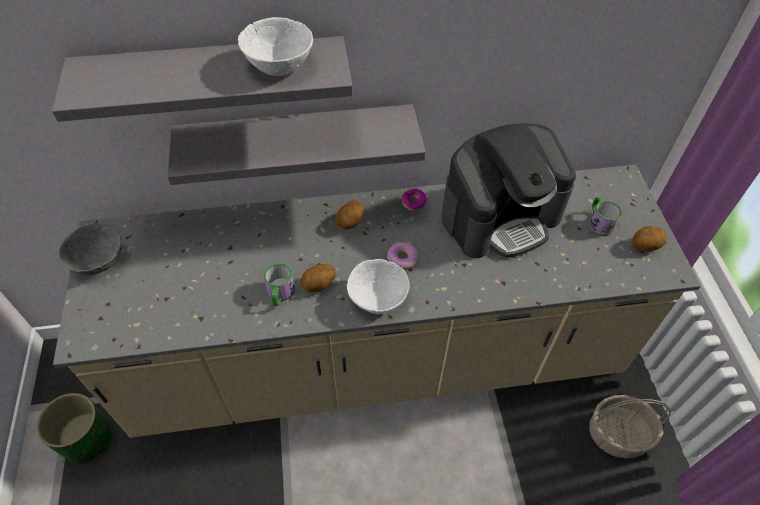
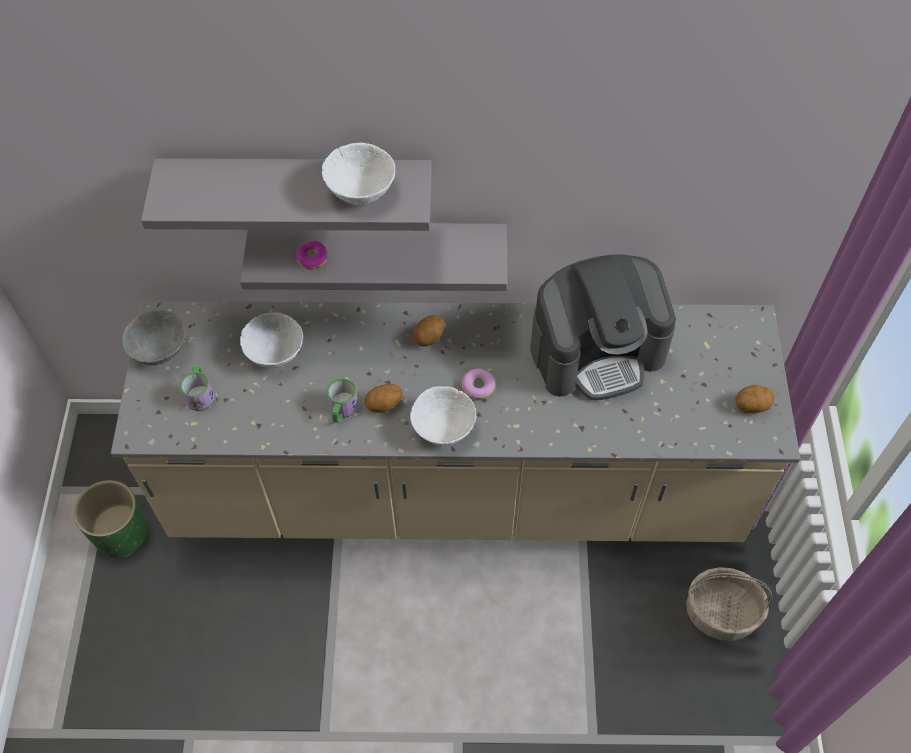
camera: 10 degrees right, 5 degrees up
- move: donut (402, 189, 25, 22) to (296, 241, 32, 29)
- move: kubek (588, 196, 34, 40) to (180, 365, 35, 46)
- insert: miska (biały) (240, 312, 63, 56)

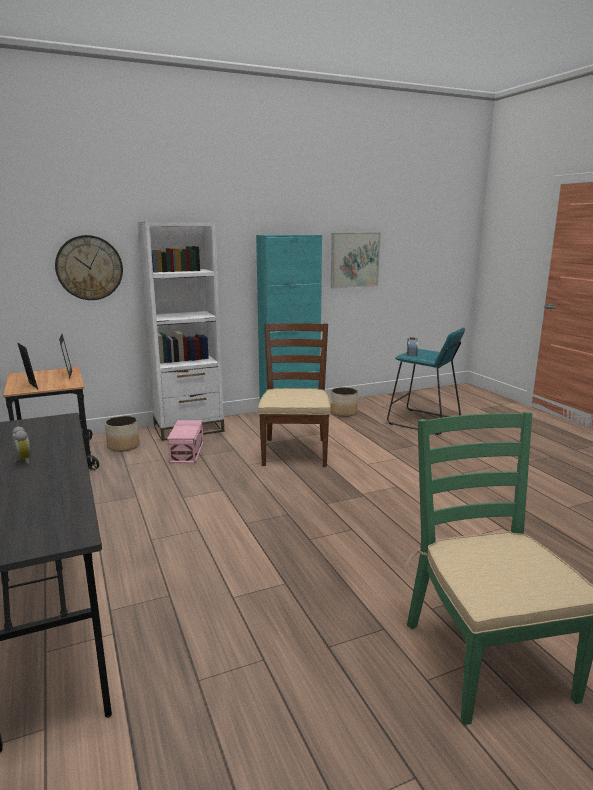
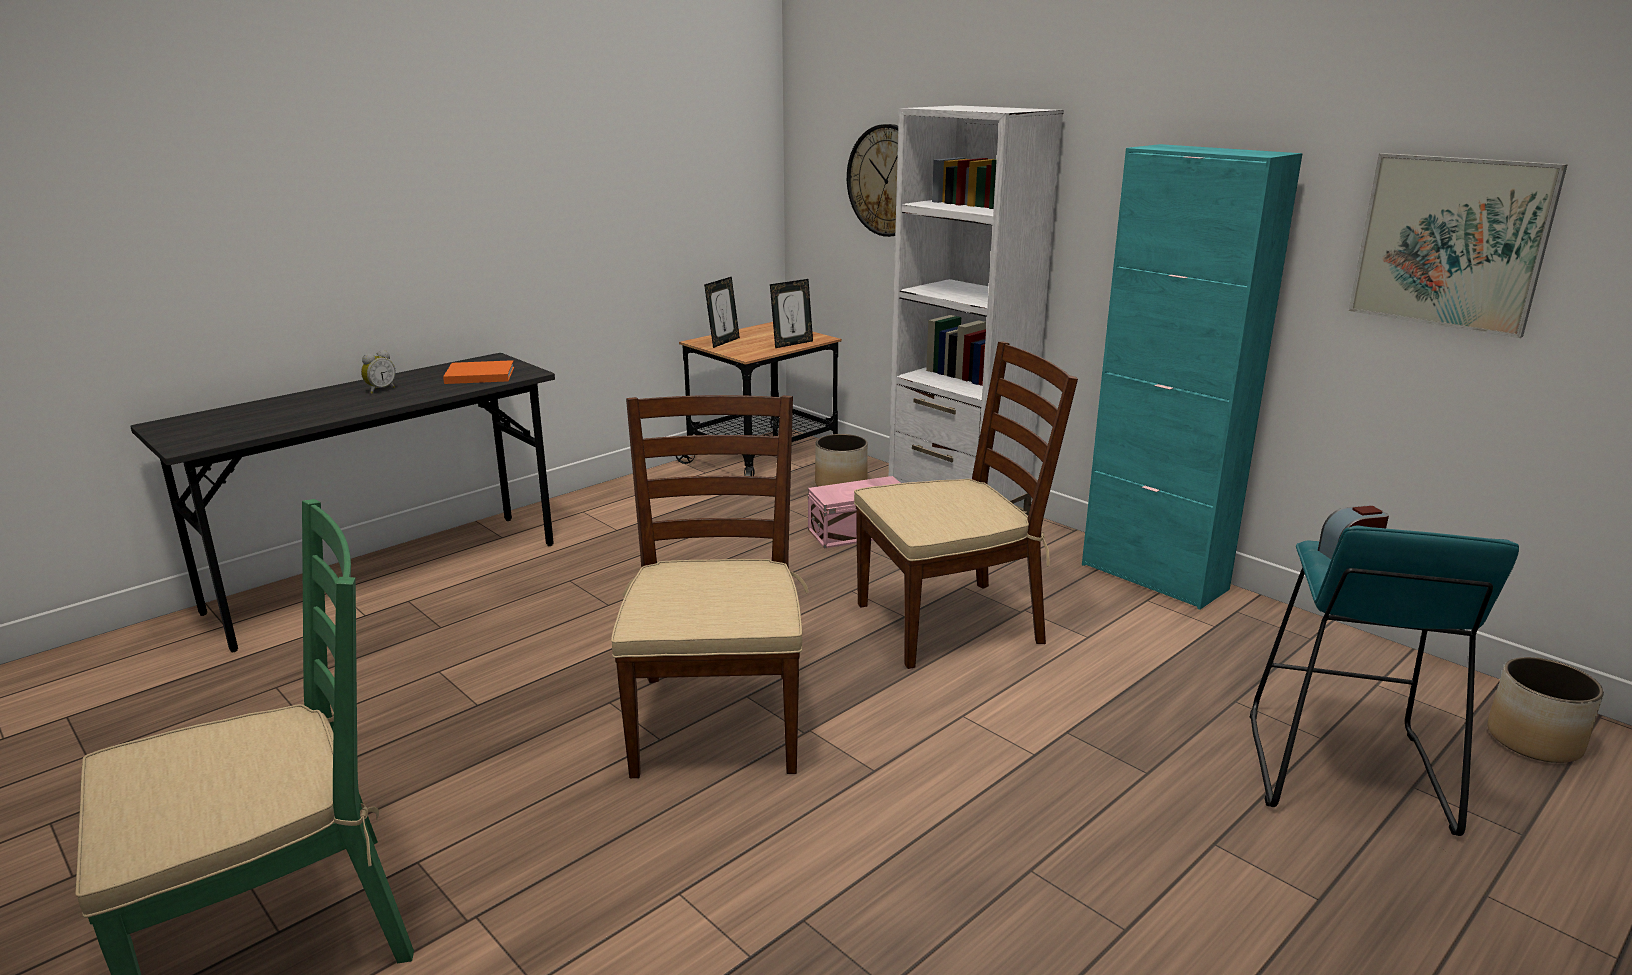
camera: 70 degrees right, 5 degrees up
- move: donica (331, 387, 27, 30) to (1487, 657, 117, 106)
- insert: książka (pomarańczowy) (443, 360, 71, 24)
- insert: krzesło (brązowy) (611, 395, 198, 383)

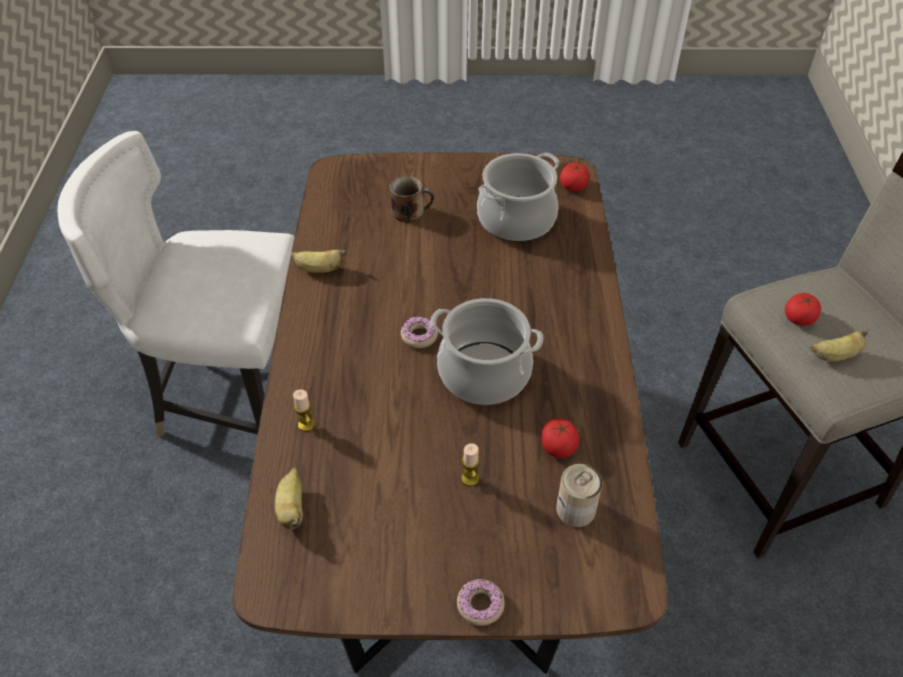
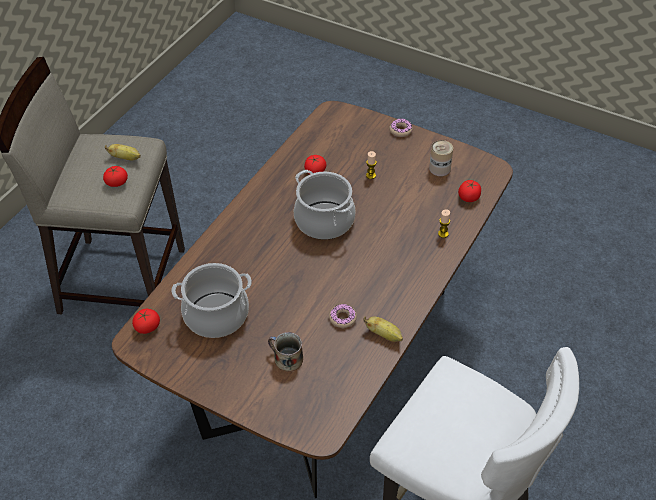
camera: 150 degrees left, 0 degrees up
- replace: banan (275, 468, 28, 61) to pomidor (458, 180, 23, 22)
- move: donut (401, 316, 37, 32) to (329, 304, 28, 24)
- move: puszka (556, 464, 46, 63) to (429, 140, 24, 36)

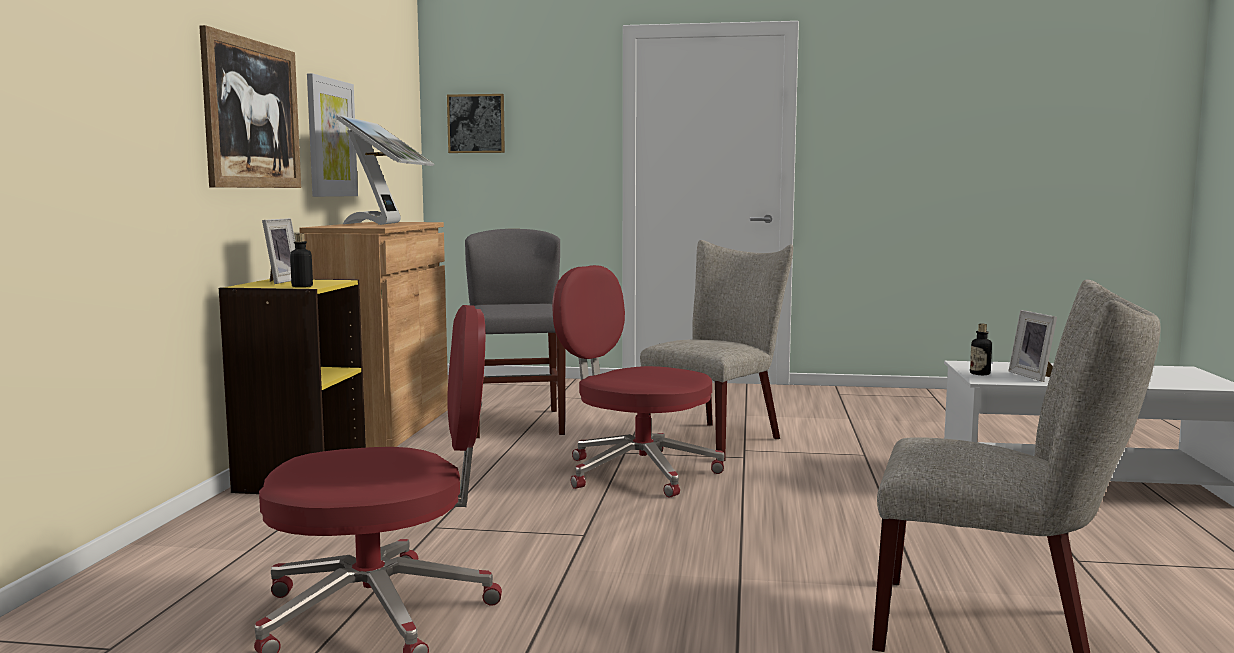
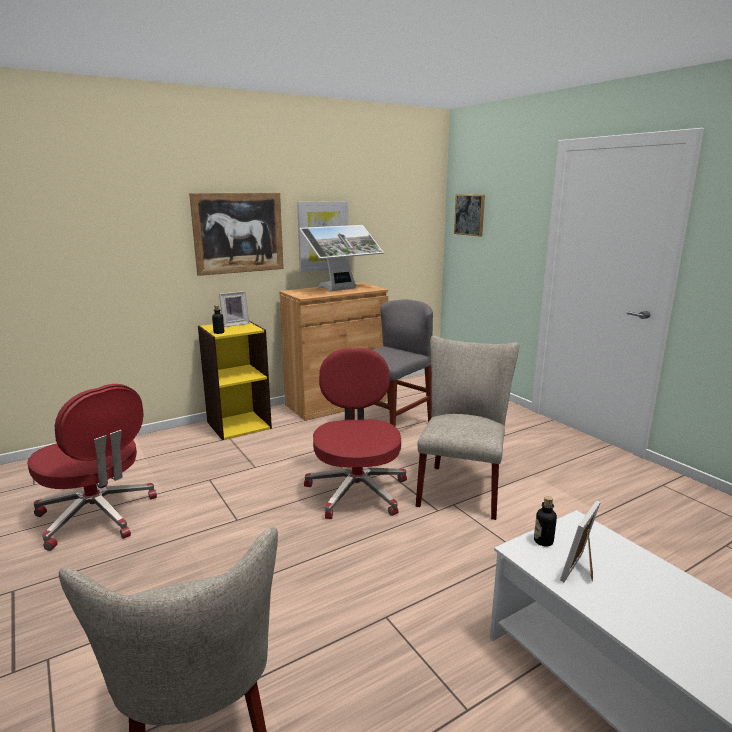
camera: 50 degrees right, 10 degrees up
- rotate: krzesło (beżowy) (640, 240, 153, 221) = (416, 336, 103, 184) 75 degrees counterclockwise

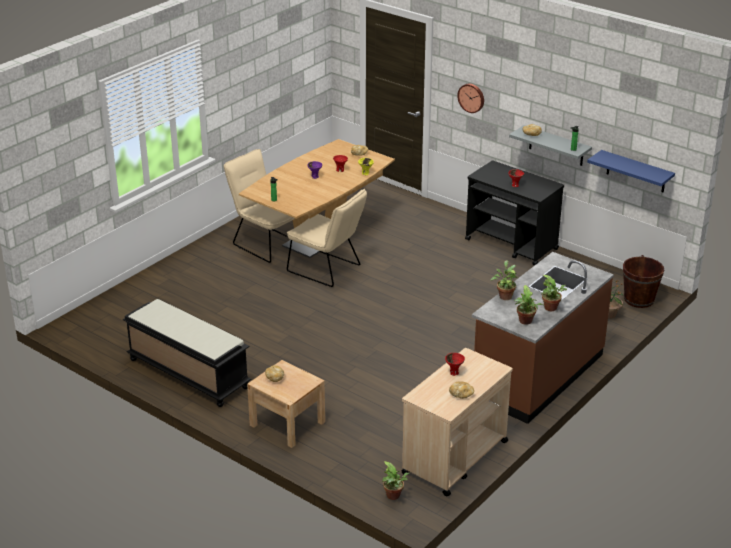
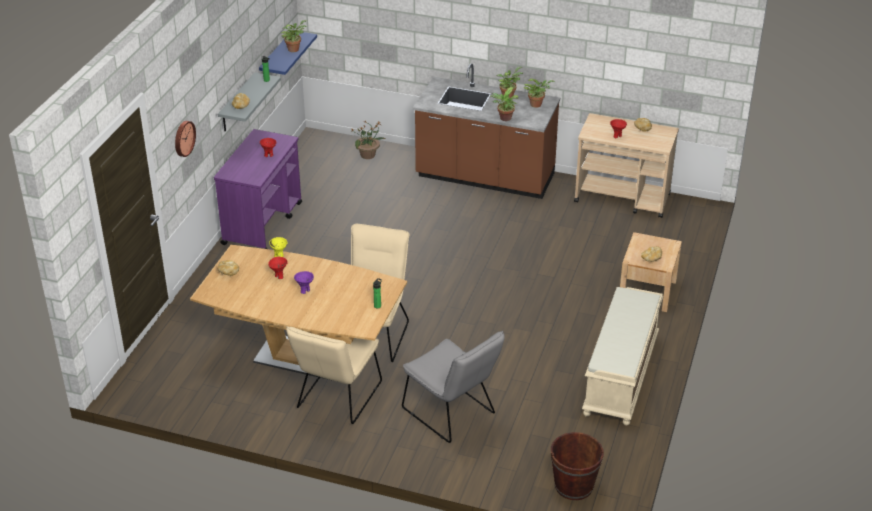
camera: 110 degrees left, 5 degrees up
- recolor: ławka (czarny) (123, 299, 128, 108) to ławka (beżowy) (582, 287, 81, 138)
- move: roślina doniczkowa (382, 461, 28, 39) to (281, 20, 26, 32)
- recolor: wózek (czarny) (465, 161, 99, 104) to wózek (fioletowy) (214, 129, 88, 120)
- move: wiadro (brązowy) (623, 255, 41, 53) to (551, 432, 53, 68)
- insert: krzesło (szary) (402, 331, 103, 112)

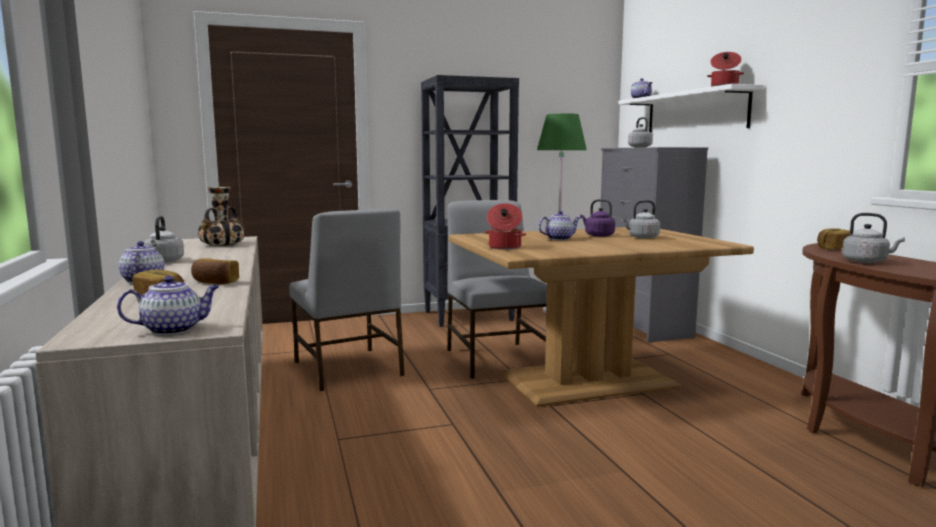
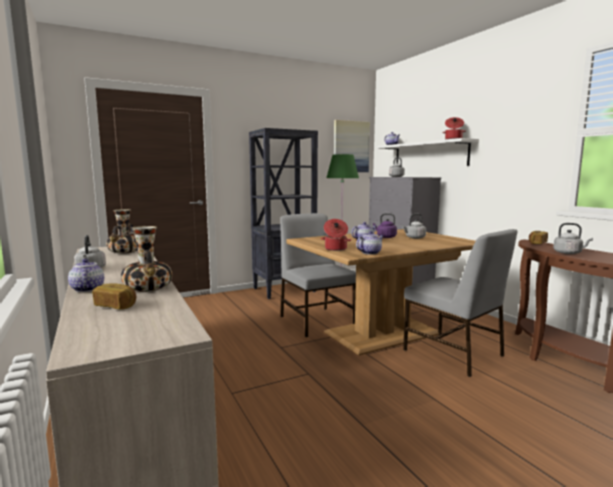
camera: 10 degrees left, 0 degrees up
- move: imbryk (117, 276, 102, 59) to (356, 231, 28, 24)
- replace: chleb (191, 258, 48, 26) to wazon (121, 226, 51, 66)
- move: krzesło (szary) (289, 209, 116, 182) to (403, 229, 115, 148)
- insert: obraz (334, 120, 36, 52)

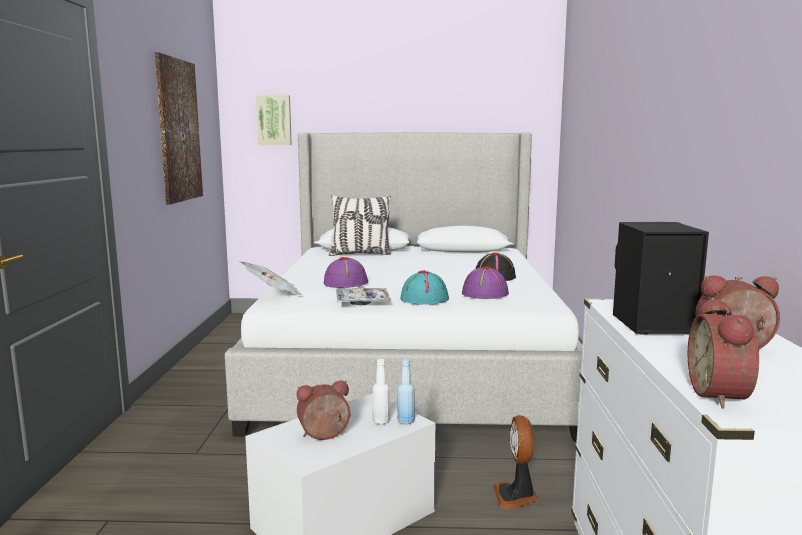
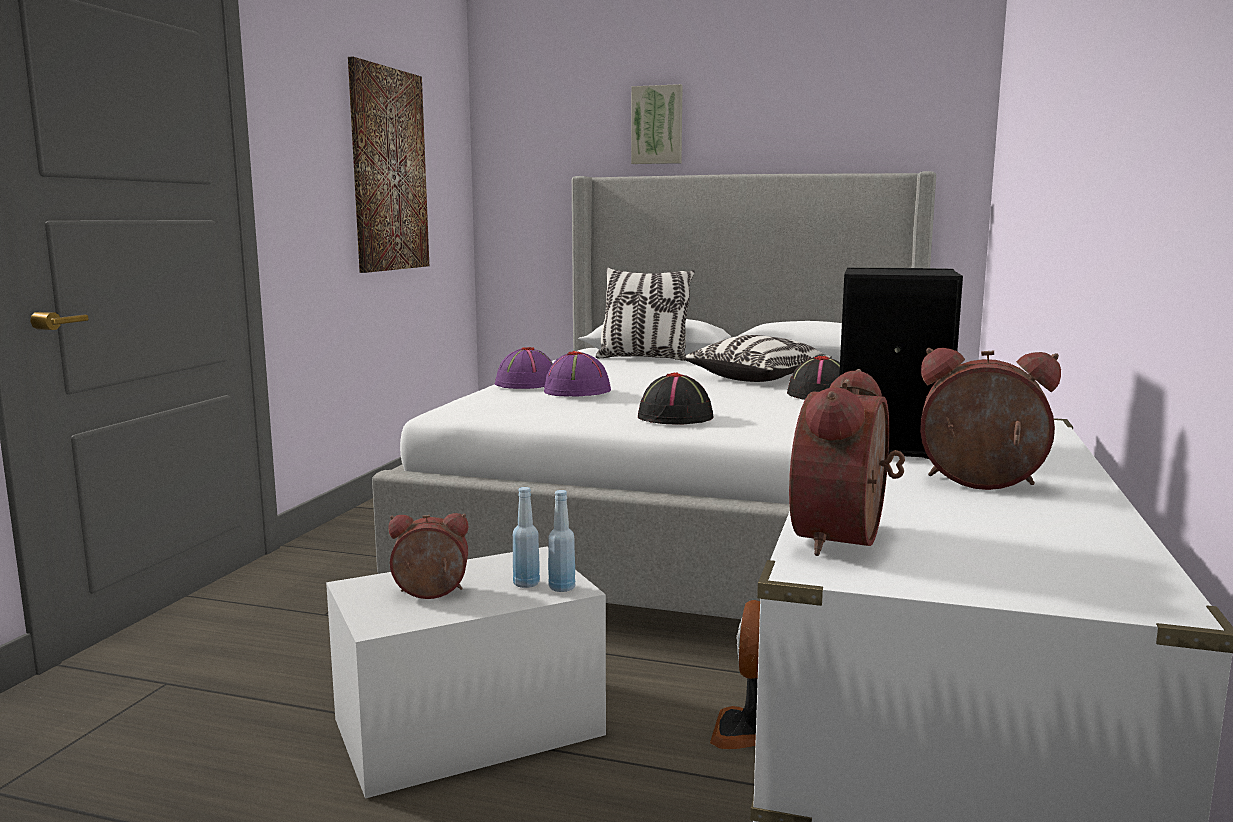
camera: 15 degrees right, 0 degrees up
- delete: gazeta (239, 261, 63, 34)
- move: obraz (256, 95, 36, 50) to (631, 84, 52, 80)
- delete: taca (336, 288, 55, 17)
- recolor: butelka (biały) (372, 359, 18, 65) to butelka (niebieski) (513, 487, 27, 101)
- recolor: kapelusz (turkusowy) (401, 270, 48, 35) to kapelusz (czarny) (638, 372, 76, 53)
- move: kapelusz (fioletowy) (462, 266, 47, 33) to (495, 347, 58, 42)
- insert: poduszka (683, 335, 149, 47)

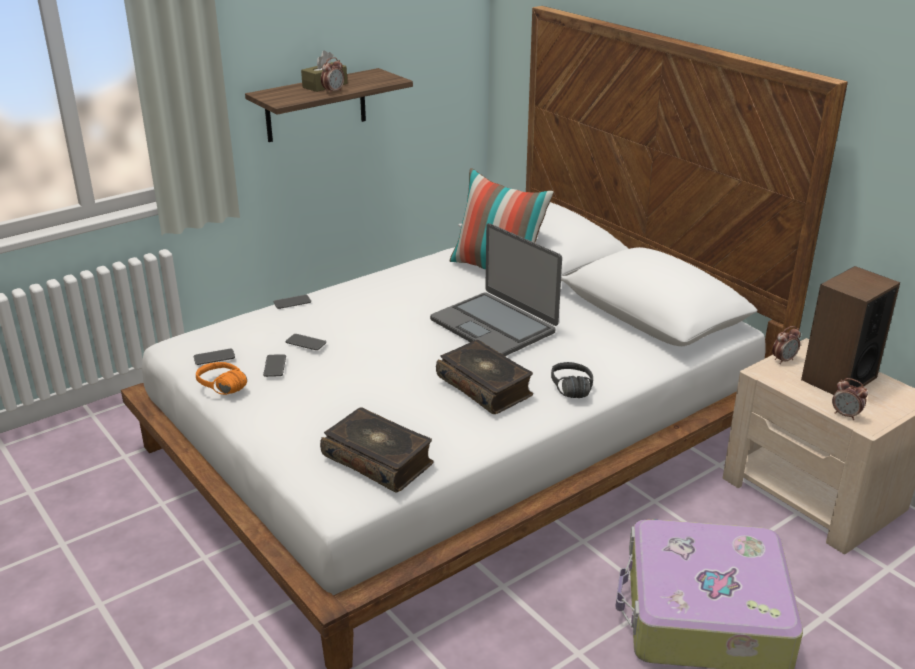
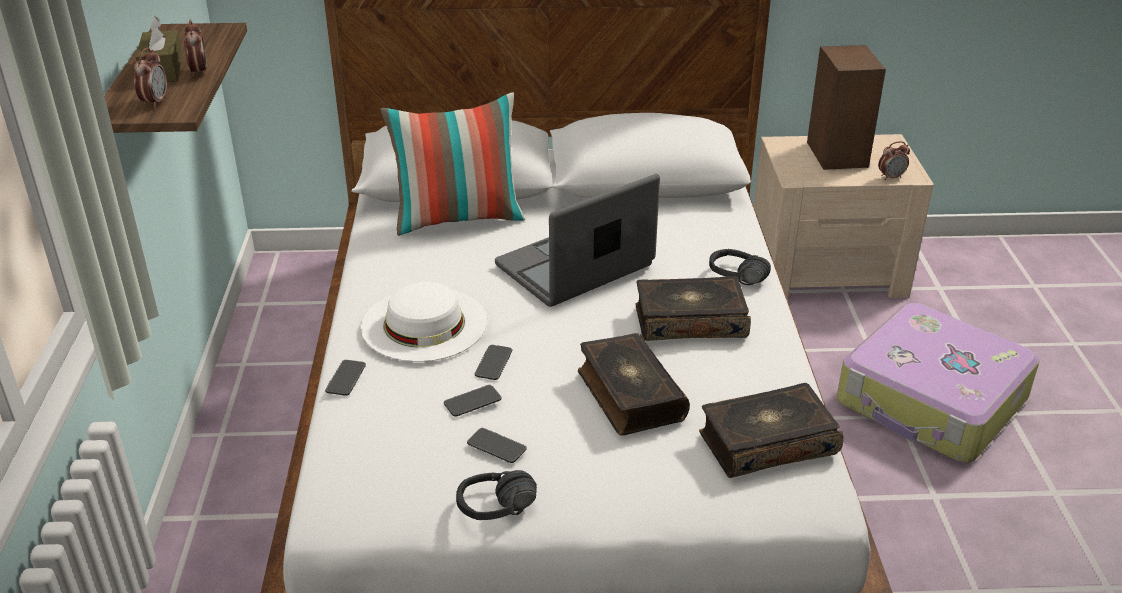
camera: 55 degrees left, 5 degrees up
- move: telefon (194, 349, 41, 16) to (475, 345, 37, 35)
- recolor: słuchawki (pomarańczowy) (196, 362, 51, 33) to słuchawki (czarny) (456, 470, 81, 50)
- rotate: laptop (430, 223, 132, 133) = (495, 174, 165, 133) 150 degrees clockwise
- move: budzik (772, 326, 29, 38) to (134, 48, 33, 60)
- insert: kapelusz (biały) (361, 282, 126, 80)
- insert: książka (578, 333, 112, 102)

